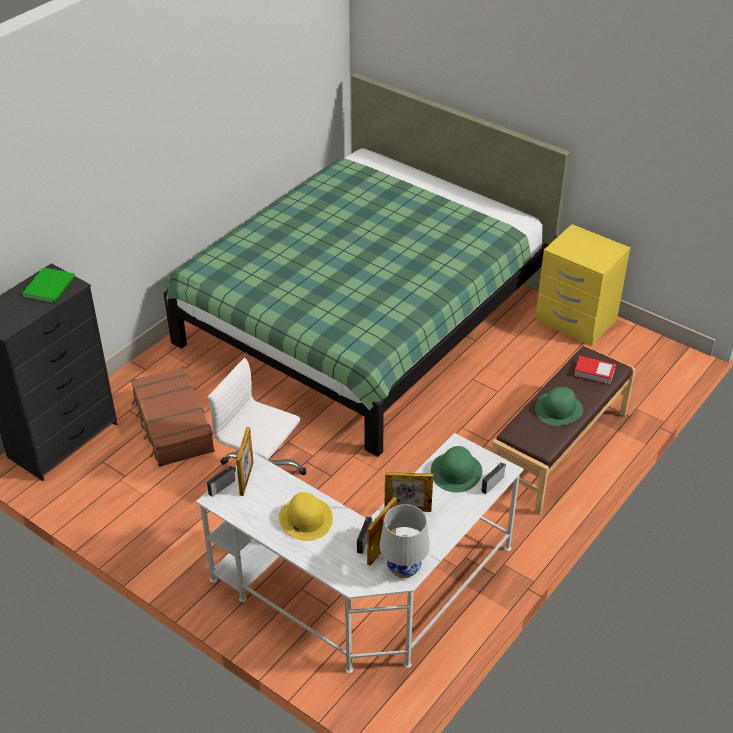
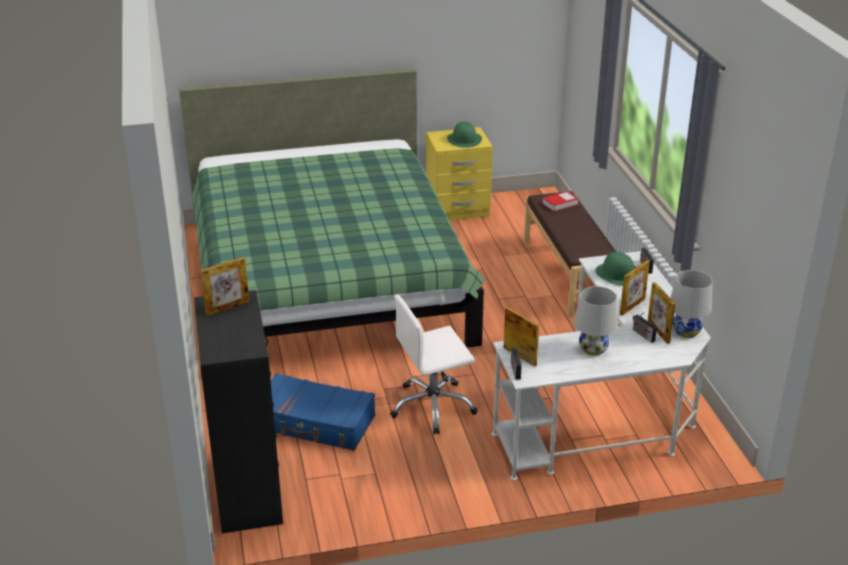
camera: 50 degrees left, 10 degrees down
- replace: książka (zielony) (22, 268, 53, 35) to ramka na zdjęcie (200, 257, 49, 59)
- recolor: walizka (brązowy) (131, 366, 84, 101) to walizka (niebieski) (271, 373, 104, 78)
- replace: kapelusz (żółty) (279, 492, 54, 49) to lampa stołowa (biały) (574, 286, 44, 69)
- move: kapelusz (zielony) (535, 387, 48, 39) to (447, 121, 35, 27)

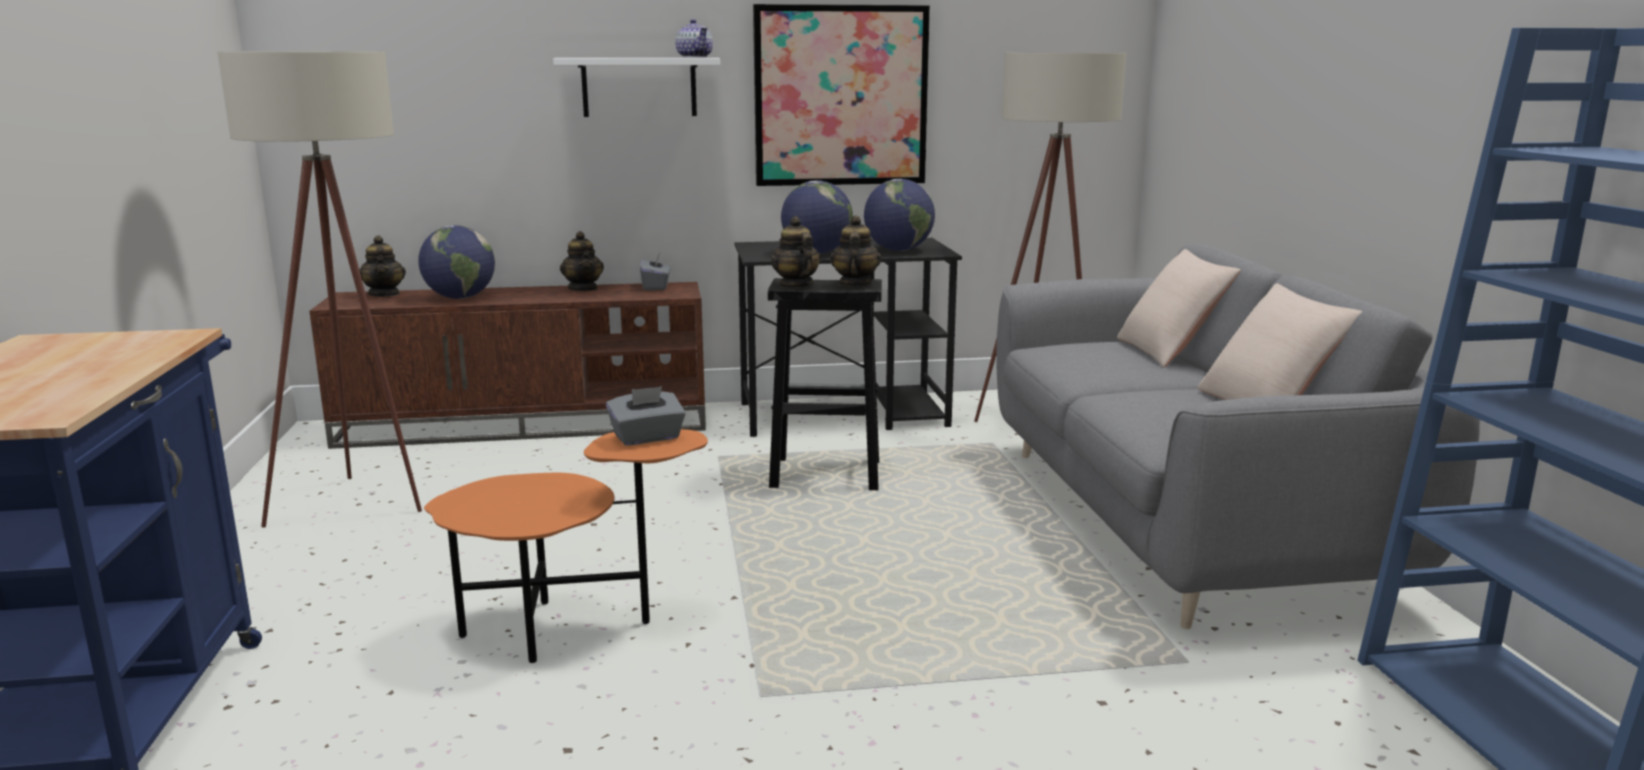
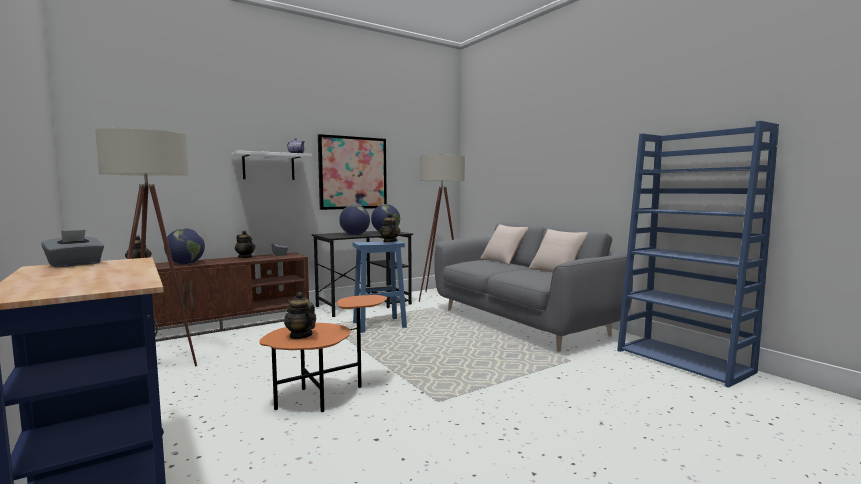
camera: 25 degrees left, 10 degrees down
- move: pudełko chusteczek (szary) (606, 386, 80, 60) to (41, 230, 63, 37)
- recolor: stołek (czarny) (768, 278, 114, 212) to stołek (niebieski) (353, 241, 54, 92)
- move: imbryk (771, 216, 50, 72) to (284, 292, 32, 47)

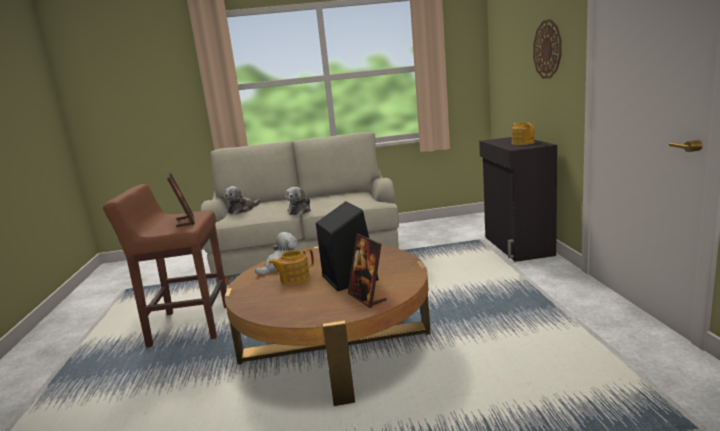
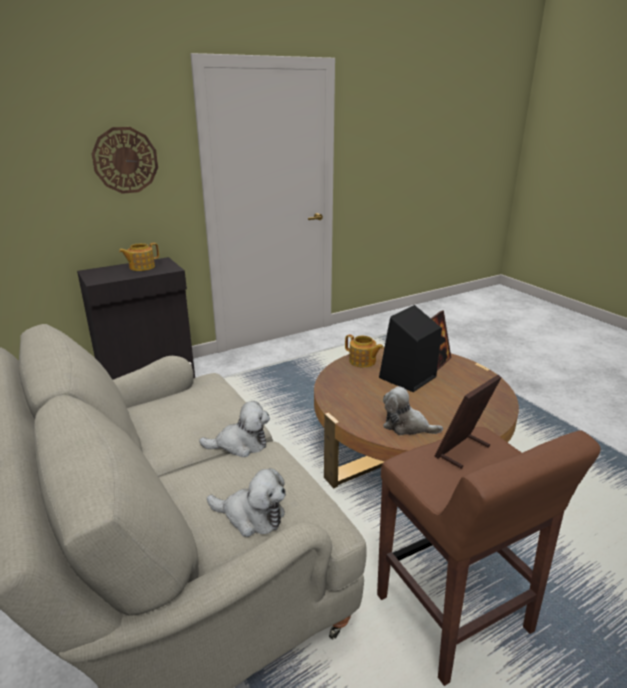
camera: 115 degrees left, 10 degrees up
- move: imbryk (269, 248, 45, 36) to (345, 334, 39, 34)

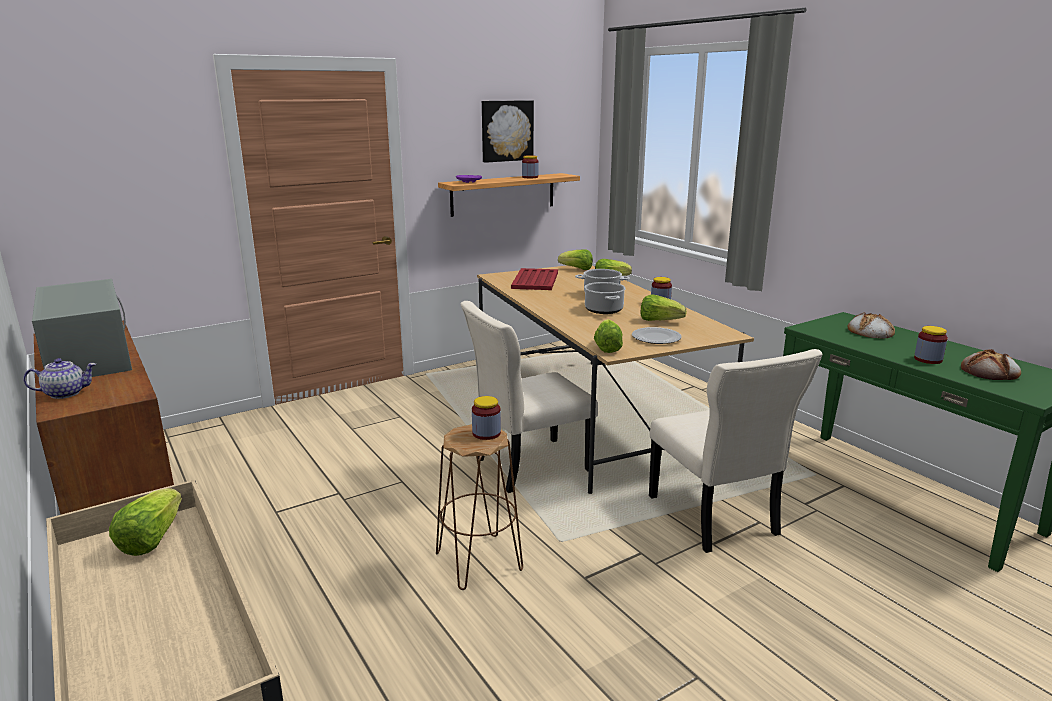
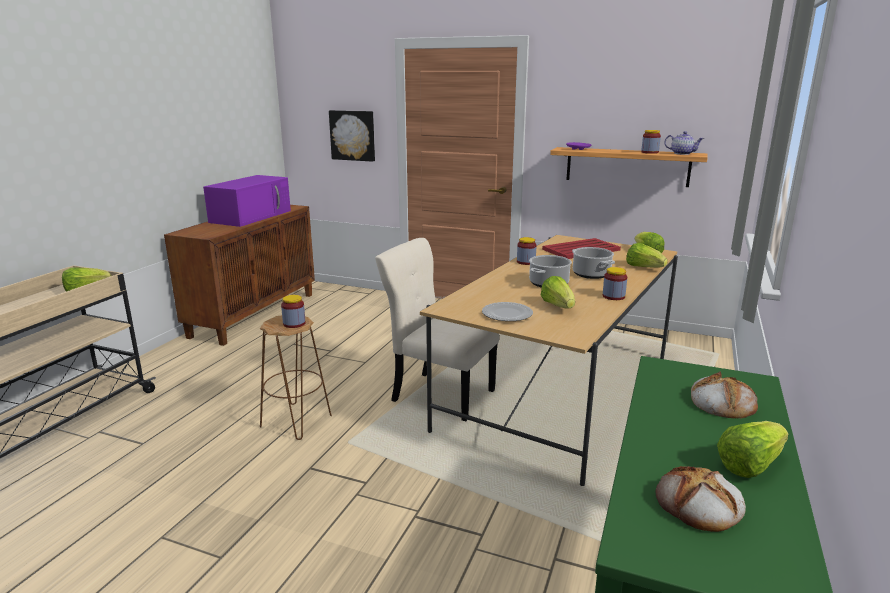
camera: 55 degrees right, 0 degrees up
- move: imbryk (23, 358, 73, 41) to (664, 131, 40, 24)
- recolor: mikrofalówka (szary) (32, 279, 100, 98) to mikrofalówka (fioletowy) (203, 175, 88, 52)
- move: obraz (482, 100, 52, 63) to (329, 110, 46, 52)
- move: sałata (594, 319, 29, 34) to (717, 421, 72, 57)
- delete: krzesło (beżowy) (649, 349, 174, 204)
- move: słoik (914, 326, 34, 38) to (517, 237, 19, 28)

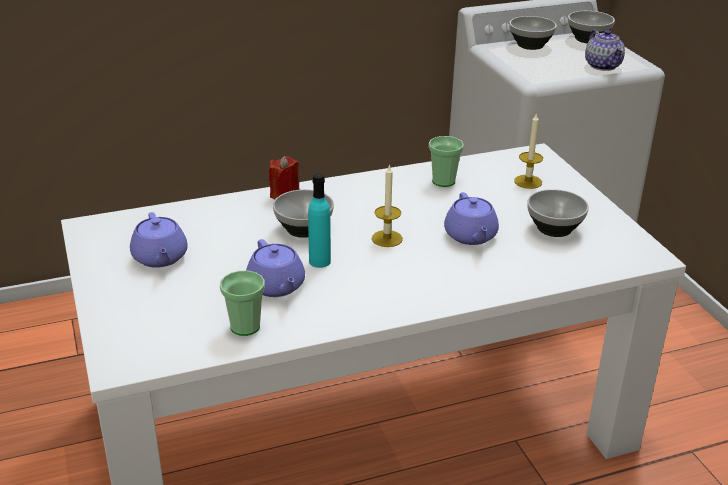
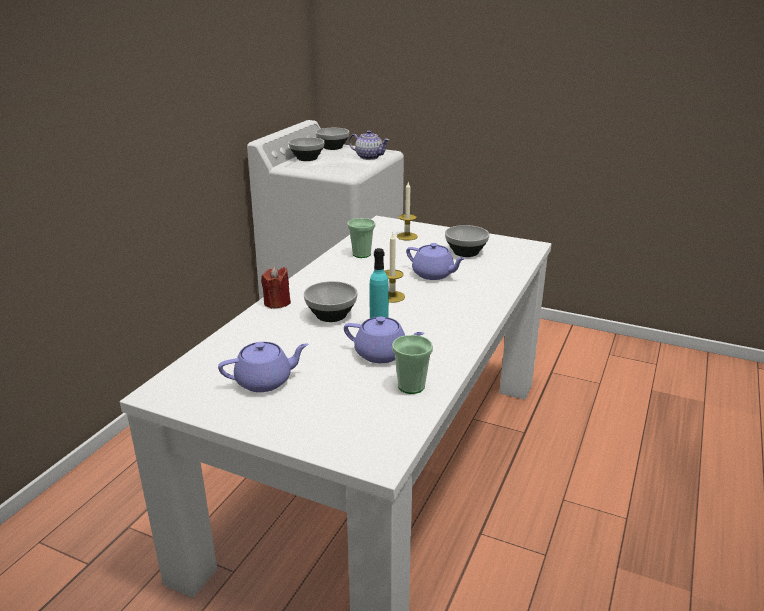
camera: 45 degrees left, 5 degrees down
- rotate: imbryk (fioletowy) (130, 212, 58, 56) = (218, 342, 90, 50) 45 degrees counterclockwise

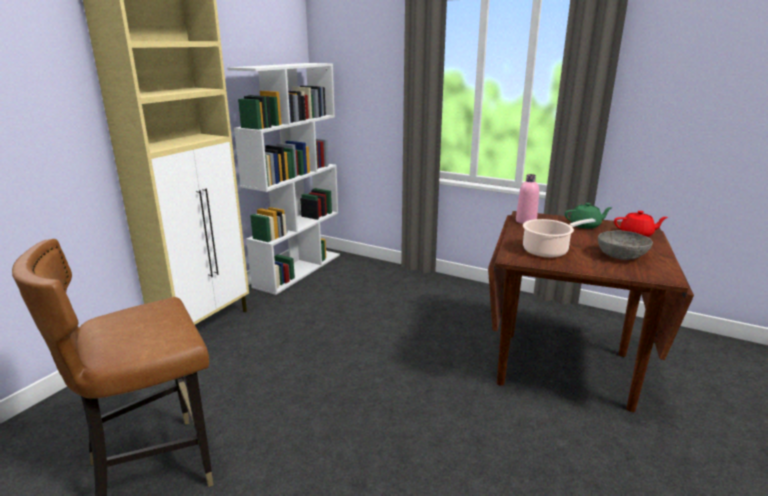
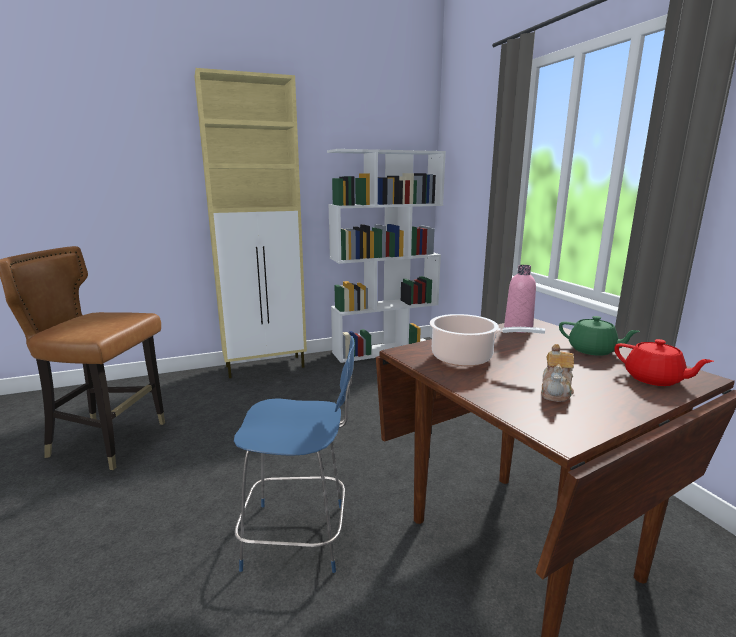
camera: 40 degrees right, 5 degrees down
- replace: miska (szary) (598, 231, 55, 29) to imbryk (541, 344, 33, 58)
- insert: krzesło (niebieski) (234, 336, 121, 237)

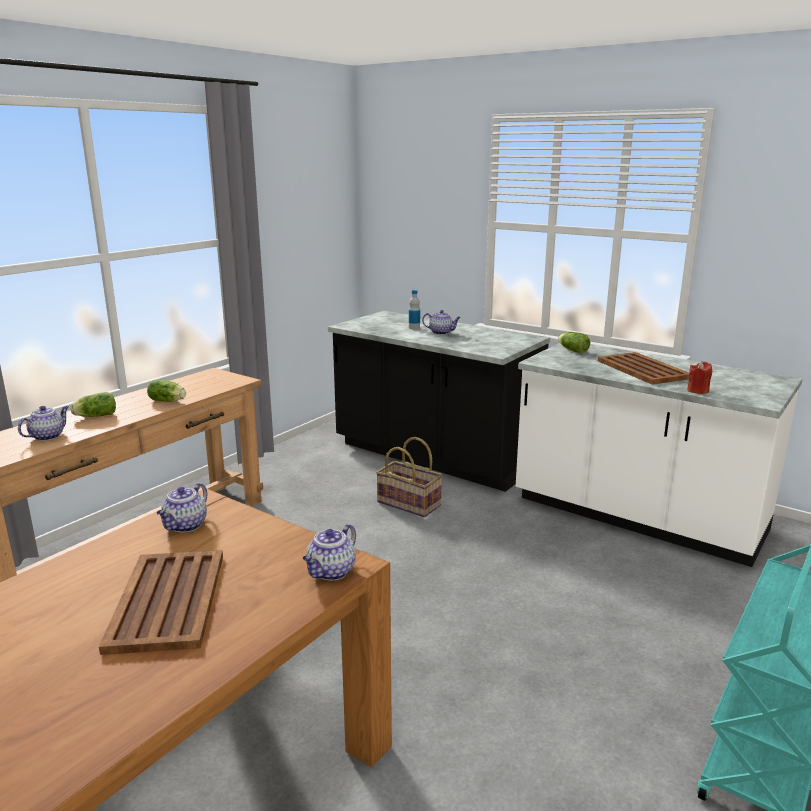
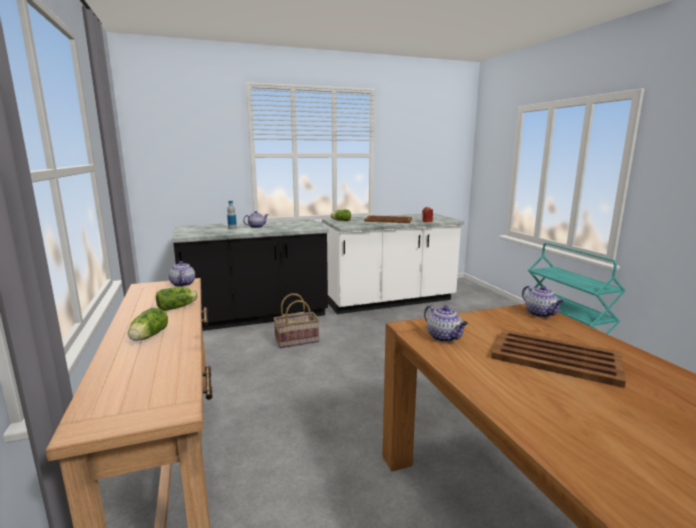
camera: 55 degrees left, 5 degrees down
- move: imbryk (18, 406, 50, 35) to (169, 261, 26, 26)

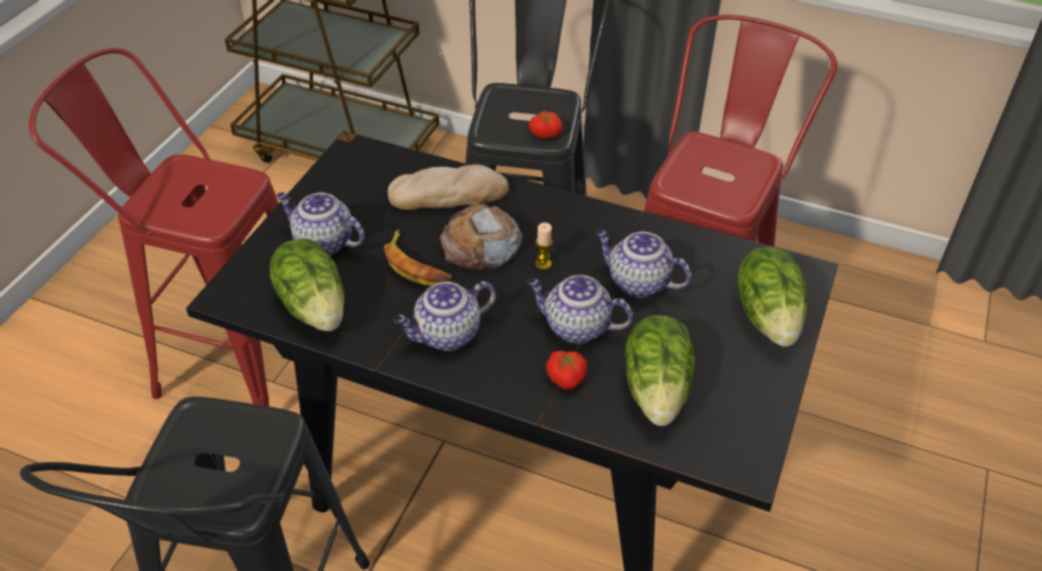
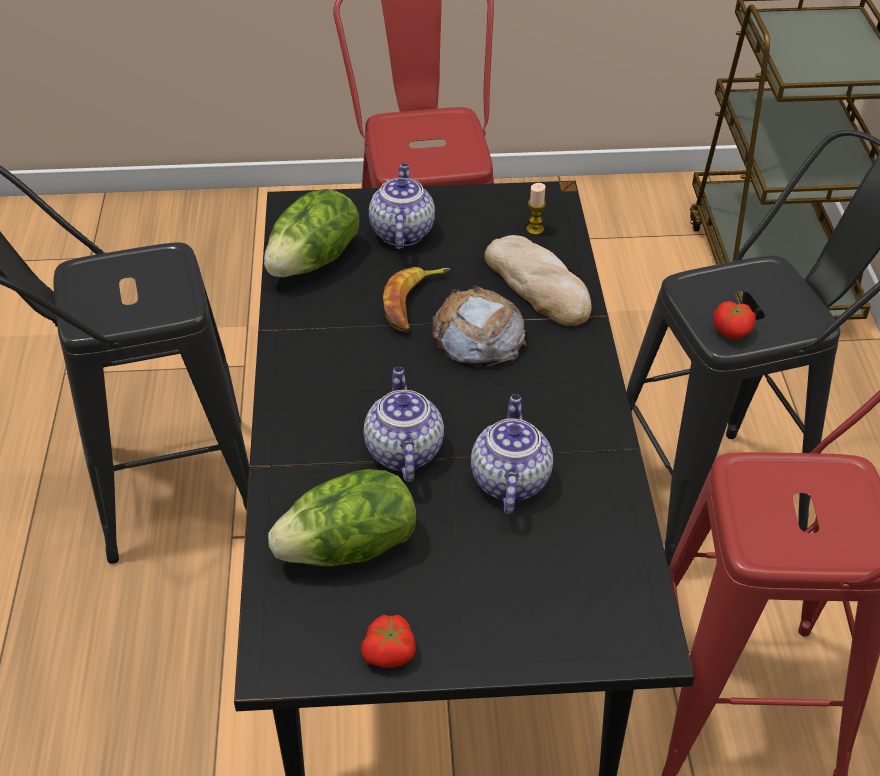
camera: 65 degrees right, 0 degrees up
- delete: imbryk (394, 281, 102, 70)
- move: świeca (535, 222, 18, 48) to (527, 183, 19, 52)
- move: pomidor (546, 351, 41, 39) to (361, 615, 55, 53)
- delete: sałata (737, 247, 71, 100)

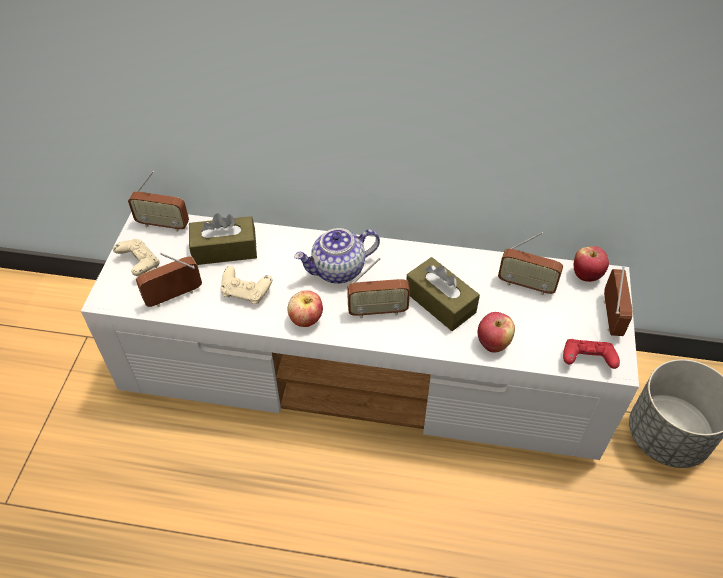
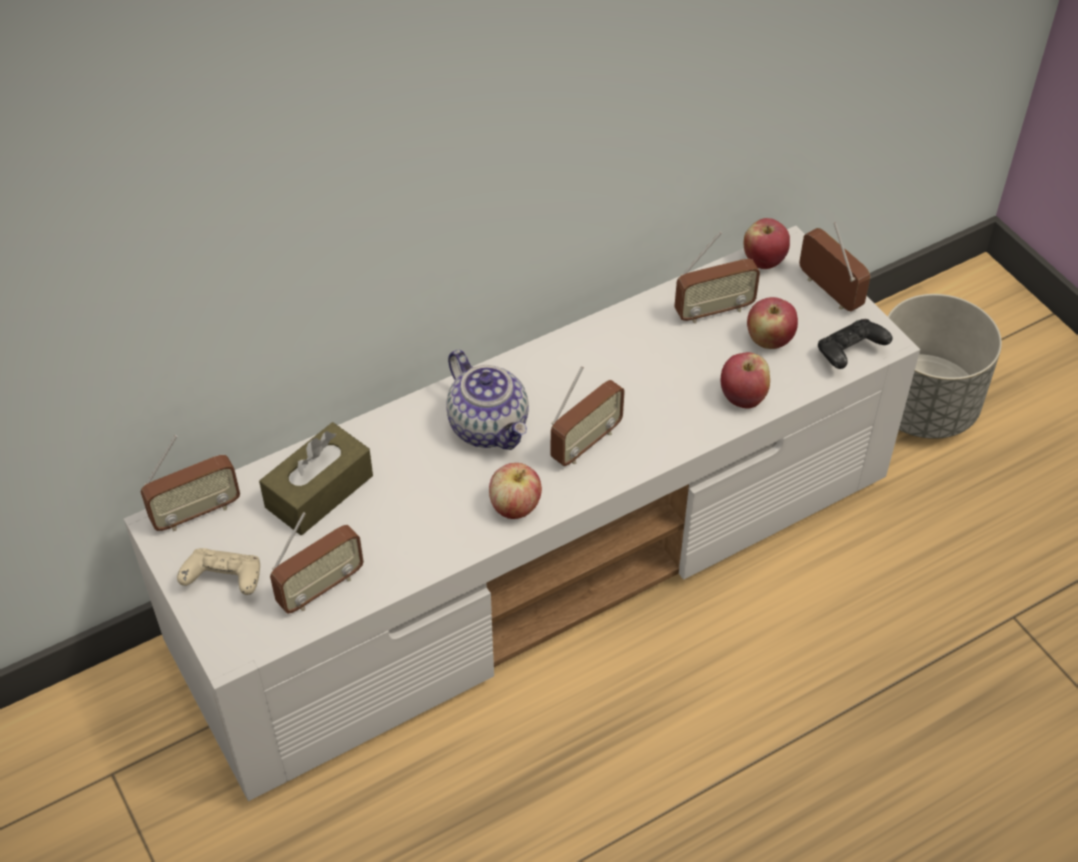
camera: 40 degrees left, 0 degrees up
- rotate: radio (136, 253, 66, 54) = (270, 512, 94, 102) 150 degrees counterclockwise
- delete: pad do gier (beżowy) (221, 266, 51, 38)
- rotate: imbryk (294, 228, 86, 55) = (446, 350, 83, 100) 60 degrees counterclockwise
- delete: pudełko chusteczek (brązowy) (407, 257, 73, 74)
- recolor: pad do gier (czerwony) (563, 339, 57, 30) to pad do gier (czarny) (818, 319, 75, 50)
- insert: jabłko (747, 297, 51, 52)

